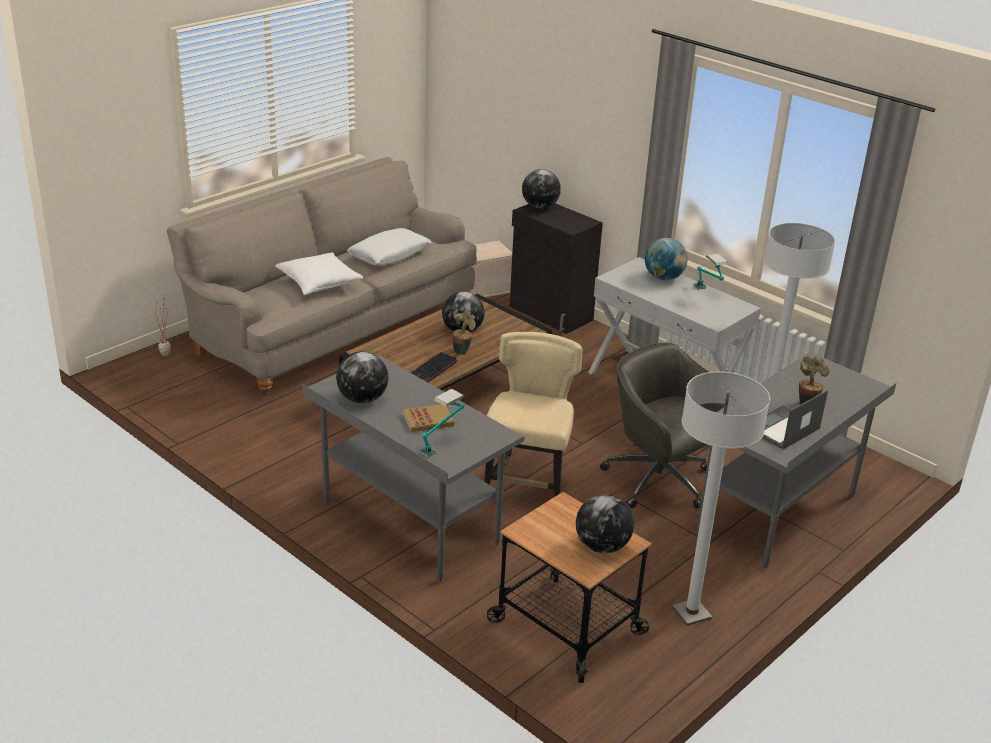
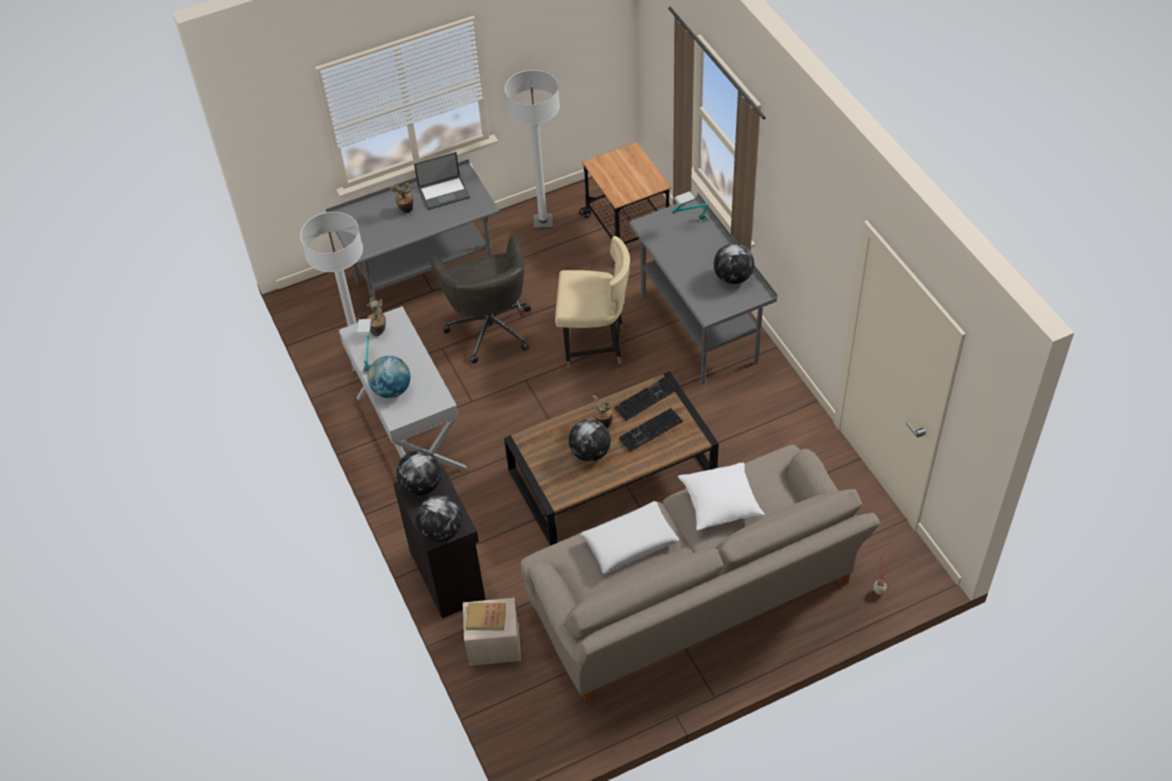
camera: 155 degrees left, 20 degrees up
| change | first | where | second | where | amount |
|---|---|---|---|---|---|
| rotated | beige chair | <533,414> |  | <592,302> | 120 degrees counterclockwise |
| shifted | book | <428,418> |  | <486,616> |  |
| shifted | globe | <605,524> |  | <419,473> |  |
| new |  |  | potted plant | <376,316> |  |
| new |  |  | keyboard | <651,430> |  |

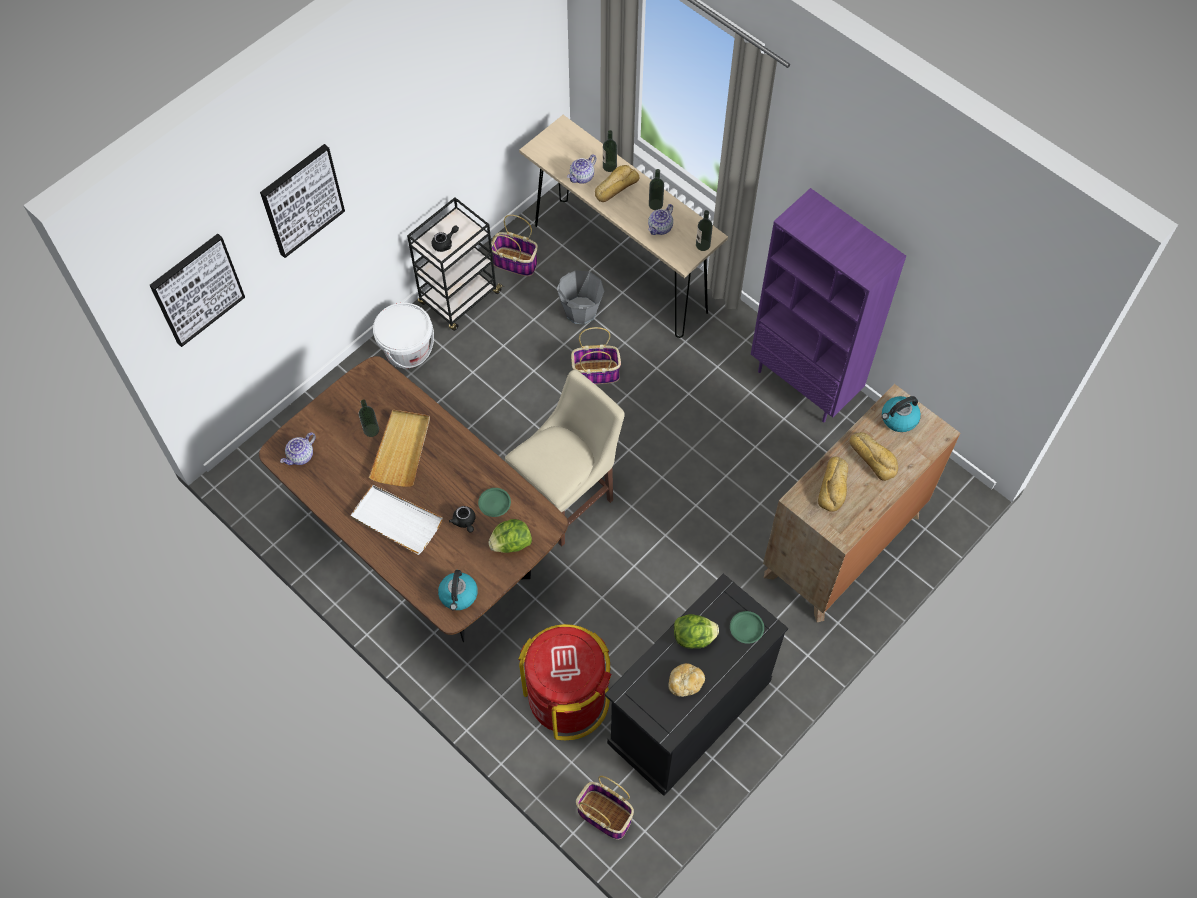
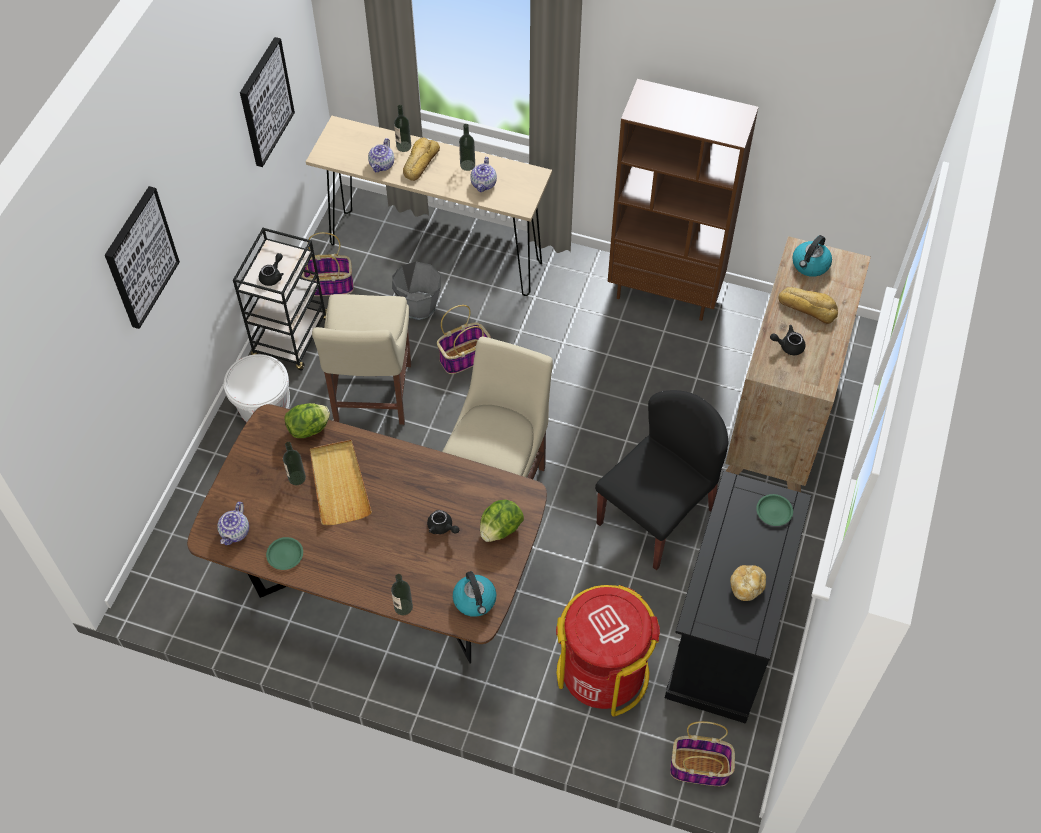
camera: 25 degrees left, 5 degrees down
| change | first | where | second | where | amount |
|---|---|---|---|---|---|
| repainted | purple bookcase | <828,305> | brown bookcase | <683,200> |  |
| shifted | bottle | <704,230> |  | <402,594> |  |
| shifted | picture | <197,290> |  | <267,102> |  |
| swapped | bread | <833,484> | black teapot | <788,340> |  |
| gone | white tray | <396,520> |  |  |  |
| shifted | green plate | <494,502> |  | <284,553> |  |
| shifted | lettuce | <696,631> |  | <307,420> |  |
| new |  |  | beige chair | <361,359> |  |
| new |  |  | black chair | <661,480> |  |

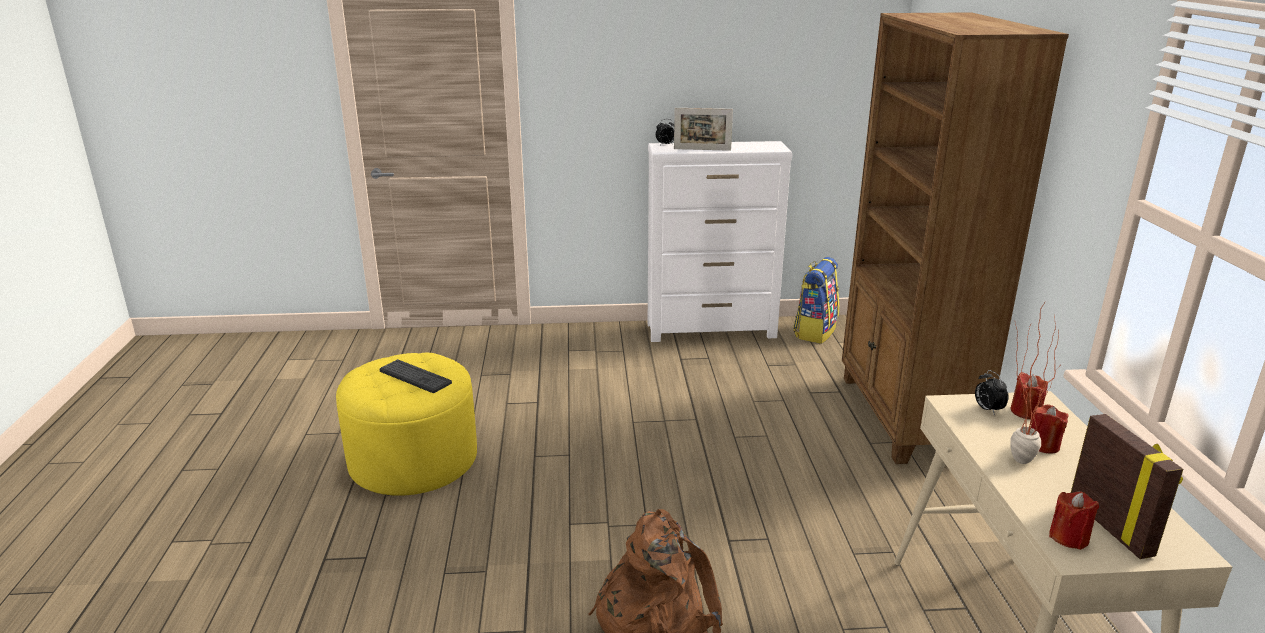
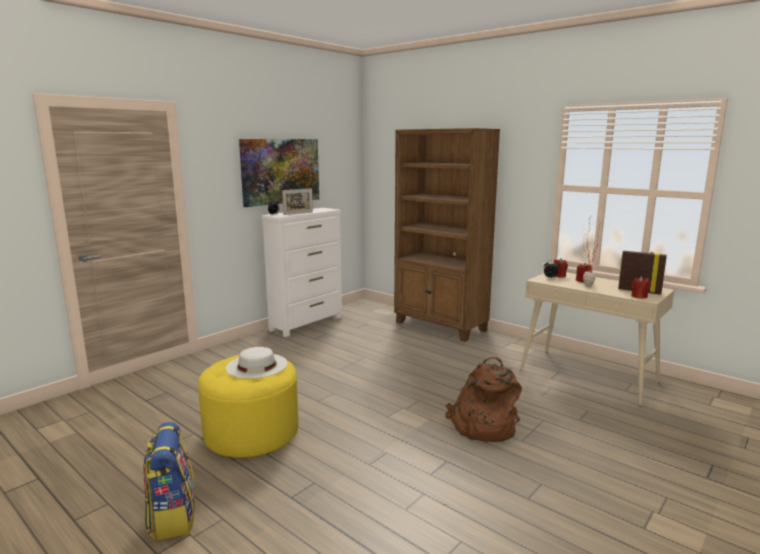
camera: 45 degrees left, 10 degrees down
| change | first | where | second | where | amount |
|---|---|---|---|---|---|
| shifted | backpack | <816,300> |  | <169,481> |  |
| swapped | keyboard | <416,376> | white hat | <257,363> |  |
| new |  |  | picture | <279,173> |  |

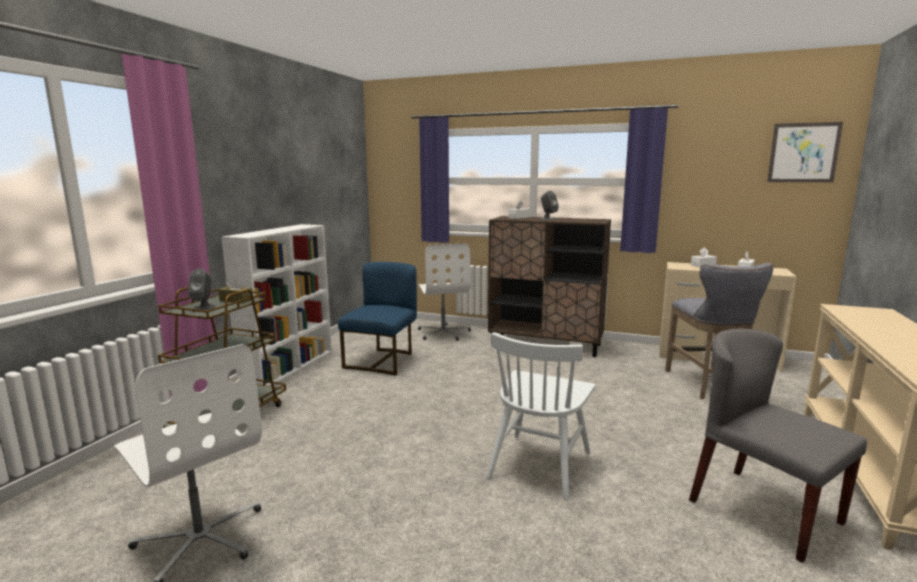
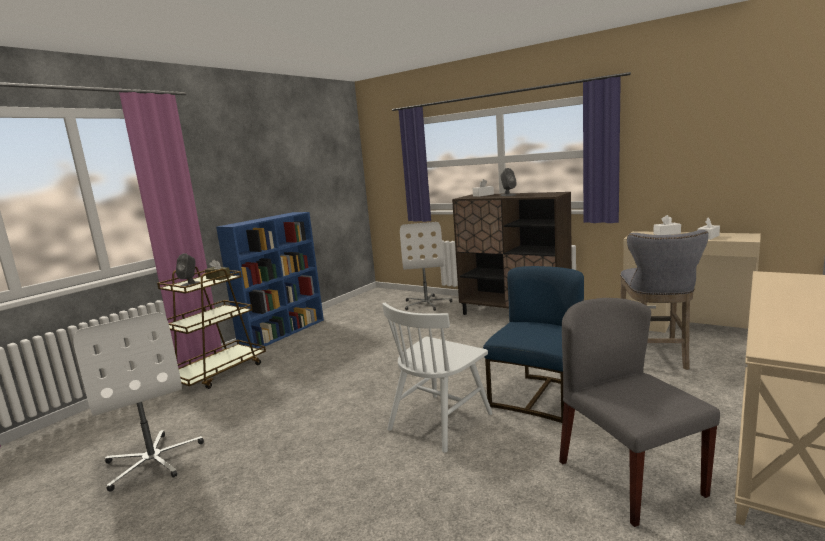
camera: 15 degrees right, 0 degrees up
| change | first | where | second | where | amount |
|---|---|---|---|---|---|
| gone | picture | <805,152> |  |  |  |
| repainted | white bookcase | <276,305> | blue bookcase | <270,280> |  |
| shifted | blue chair | <377,319> |  | <533,344> |  |

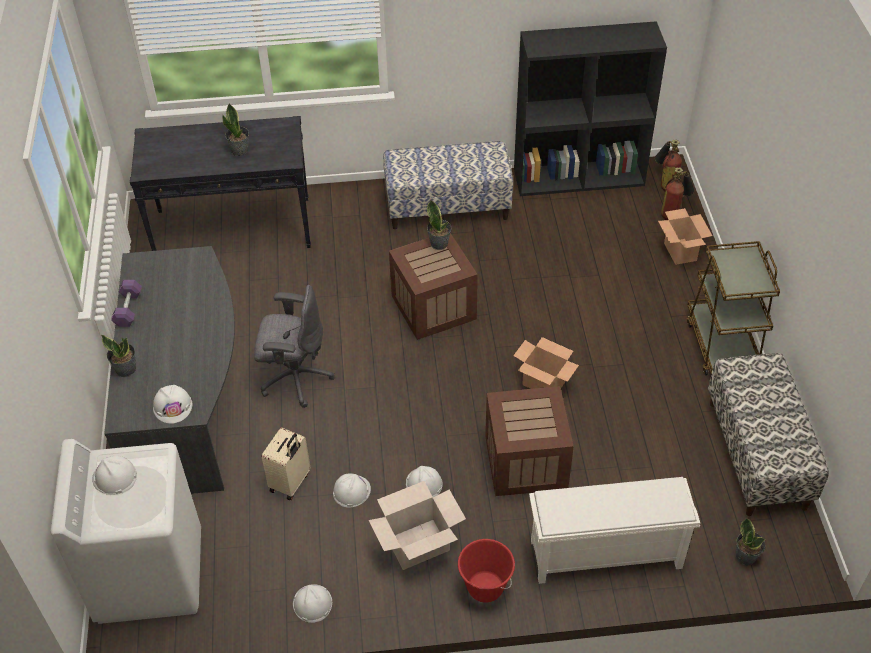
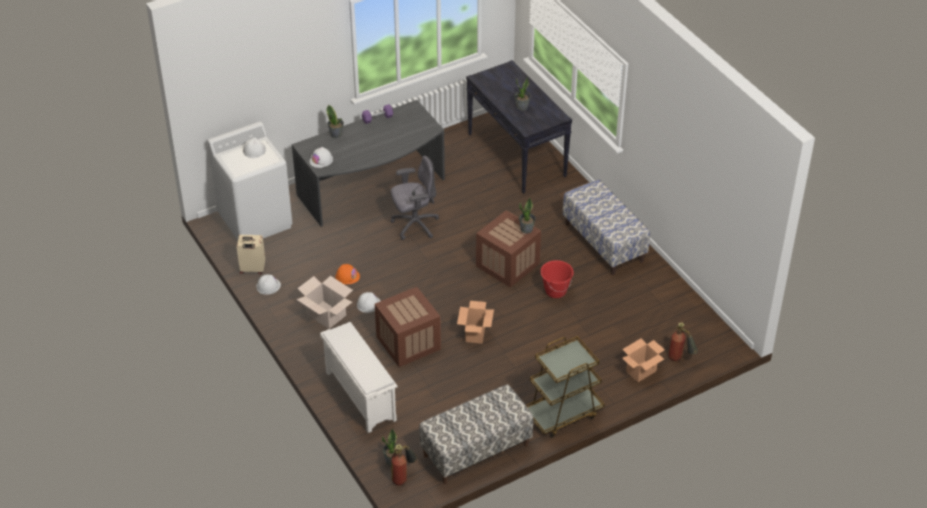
camera: 65 degrees right, 5 degrees down
| change | first | where | second | where | amount |
|---|---|---|---|---|---|
| gone | black bookcase | <590,108> |  |  |  |
| shifted | fire extinguisher | <668,165> |  | <404,465> |  |
| rotated | grey office chair | <294,346> |  | <414,198> | 90 degrees counterclockwise |
| shifted | beige suitcase | <286,463> |  | <251,254> |  |
| repainted | white hard hat | <352,490> | orange hard hat | <347,274> |  |
| shifted | red bucket | <486,571> |  | <557,279> |  |

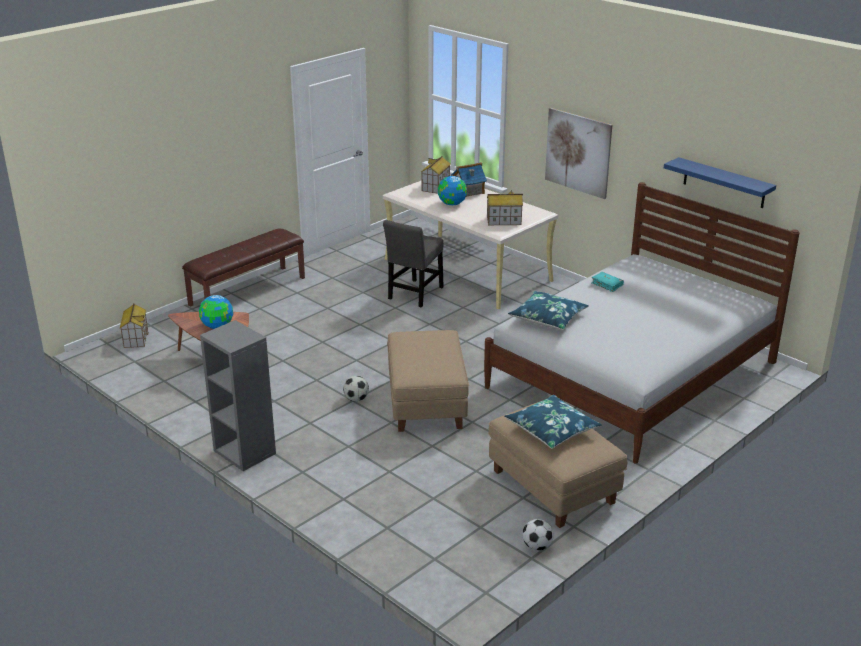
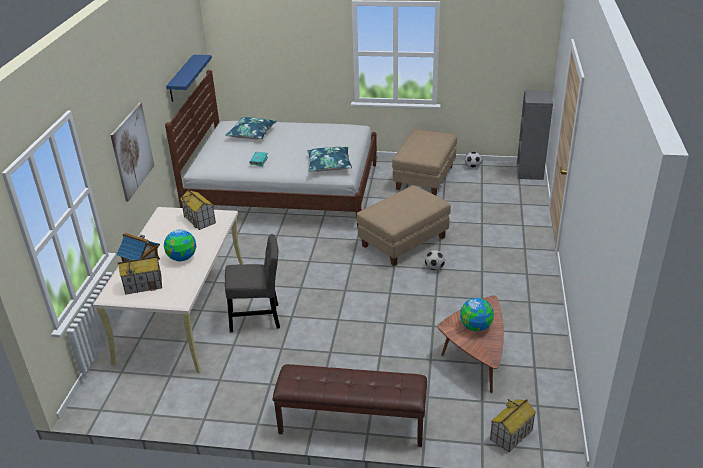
camera: 125 degrees left, 5 degrees up
| change | first | where | second | where | amount |
|---|---|---|---|---|---|
| shifted | grey bookcase | <238,395> |  | <535,135> |  |
| shifted | blue pillow | <553,422> |  | <251,128> |  |

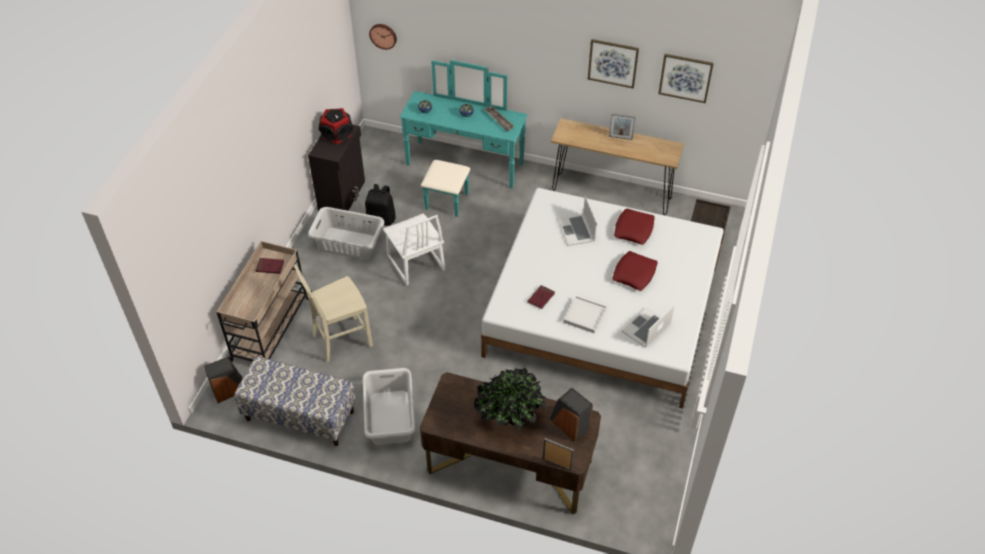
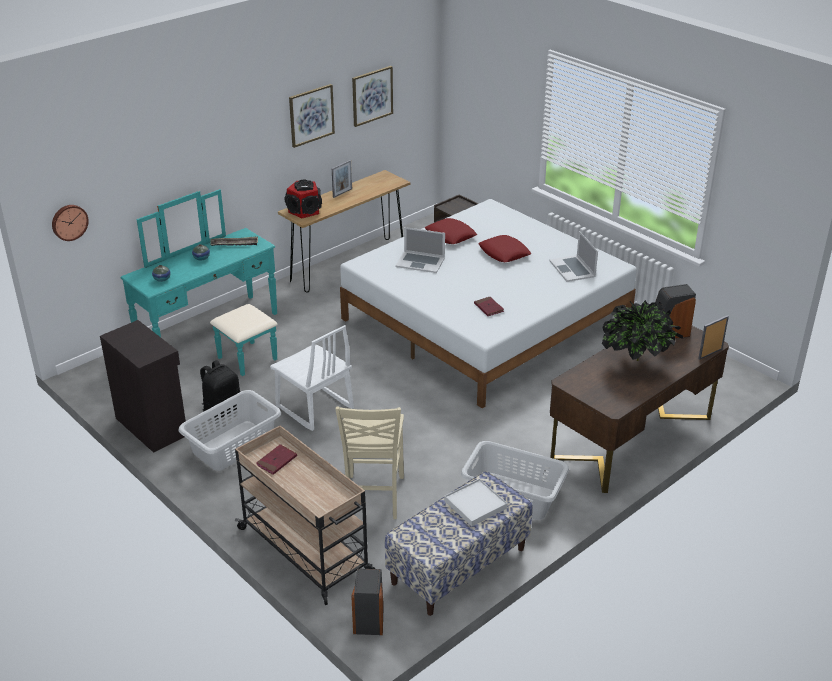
camera: 60 degrees left, 15 degrees down
| change | first | where | second | where | amount |
|---|---|---|---|---|---|
| shifted | speaker | <336,126> |  | <303,199> |  |
| rotated | white chair | <414,249> |  | <312,378> | 45 degrees clockwise |
| shifted | white tray | <584,314> |  | <476,502> |  |

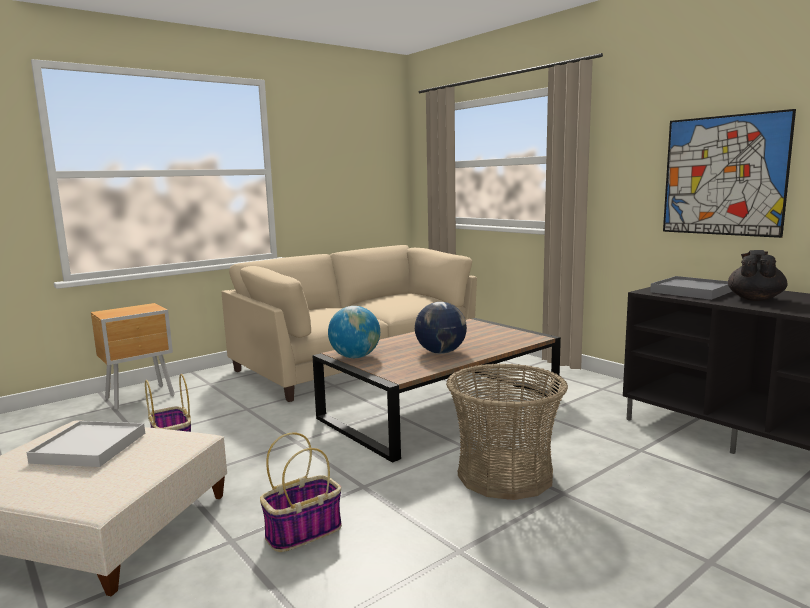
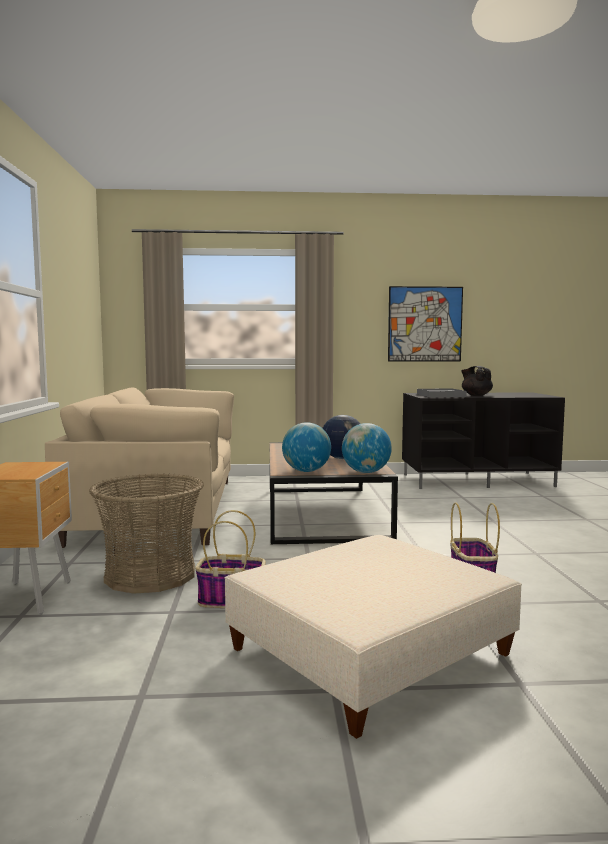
camera: 55 degrees left, 5 degrees down
| change | first | where | second | where | amount |
|---|---|---|---|---|---|
| shifted | basket | <507,431> |  | <146,533> |  |
| gone | white tray | <85,444> |  |  |  |
| new |  |  | globe | <367,448> |  |

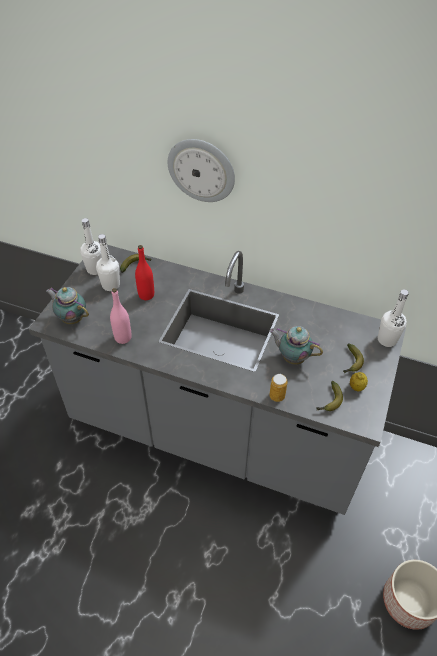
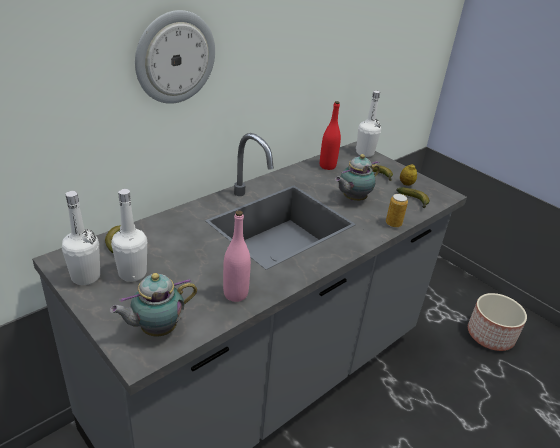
camera: 65 degrees left, 15 degrees down
| change | first | where | second | where | amount |
|---|---|---|---|---|---|
| shifted | red bottle | <144,272> |  | <330,135> |  |

